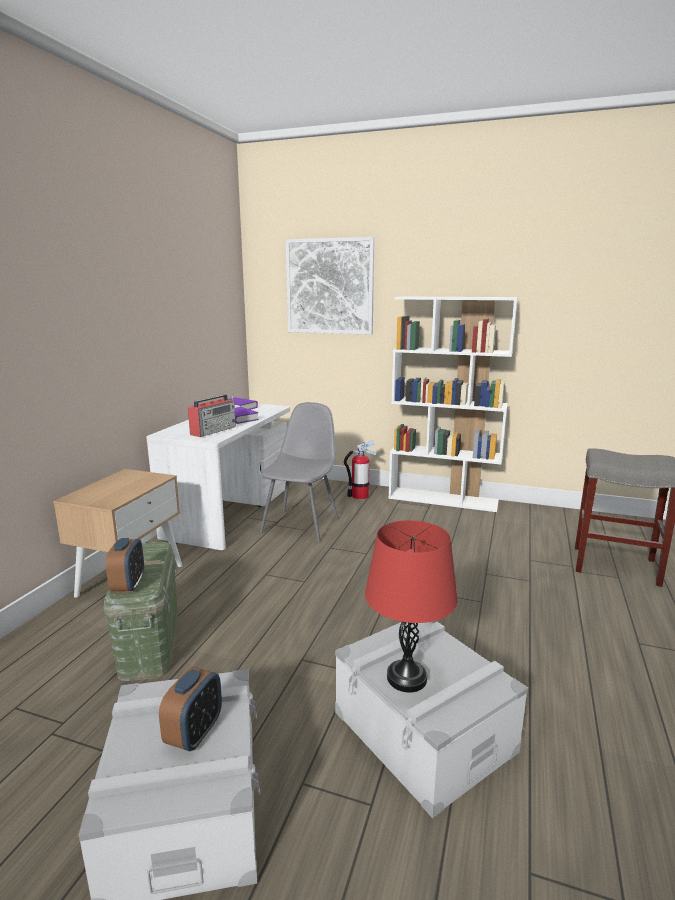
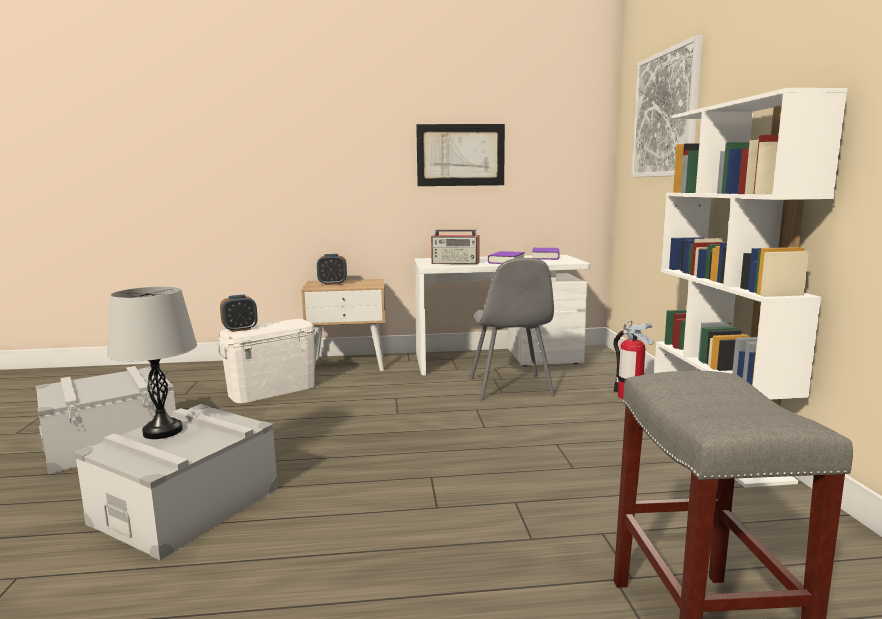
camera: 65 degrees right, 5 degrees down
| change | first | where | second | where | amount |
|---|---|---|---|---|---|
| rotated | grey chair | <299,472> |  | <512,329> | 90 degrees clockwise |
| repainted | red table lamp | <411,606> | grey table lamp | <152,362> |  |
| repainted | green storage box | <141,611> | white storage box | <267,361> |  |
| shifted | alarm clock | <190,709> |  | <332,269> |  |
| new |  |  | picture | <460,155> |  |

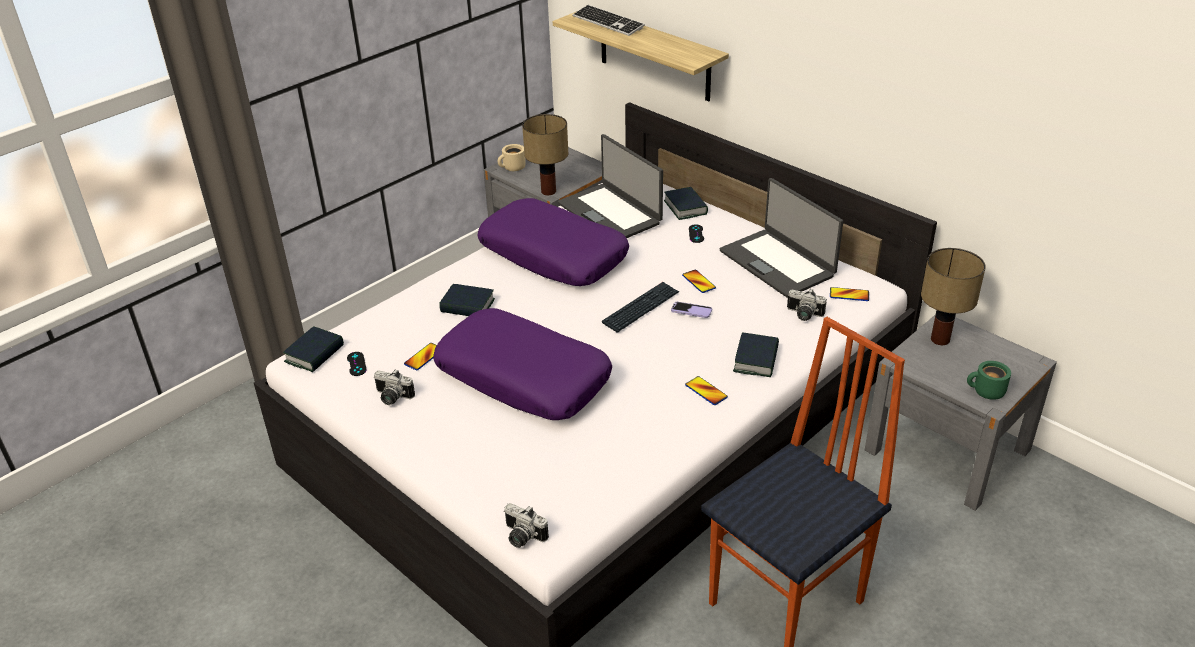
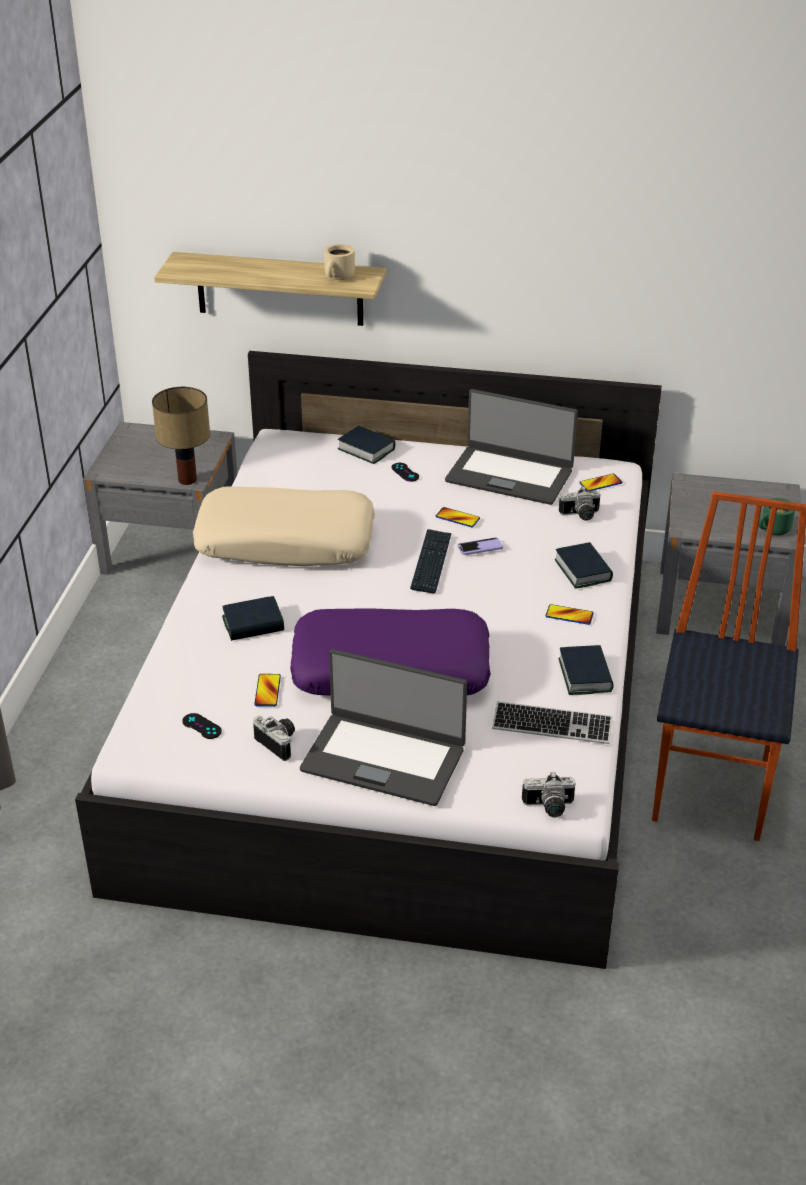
camera: 35 degrees left, 0 degrees up
| change | first | where | second | where | amount |
|---|---|---|---|---|---|
| shifted | keyboard | <608,20> |  | <552,722> |  |
| shifted | laptop | <610,186> |  | <383,727> |  |
| shifted | beige mug | <512,157> |  | <339,262> |  |
| repainted | purple pillow | <553,242> | beige pillow | <284,526> |  |
| gone | table lamp | <953,296> |  |  |  |
| shifted | book | <313,349> |  | <586,670> |  |
| rotated | photo camera | <394,387> |  | <274,738> | 120 degrees counterclockwise |

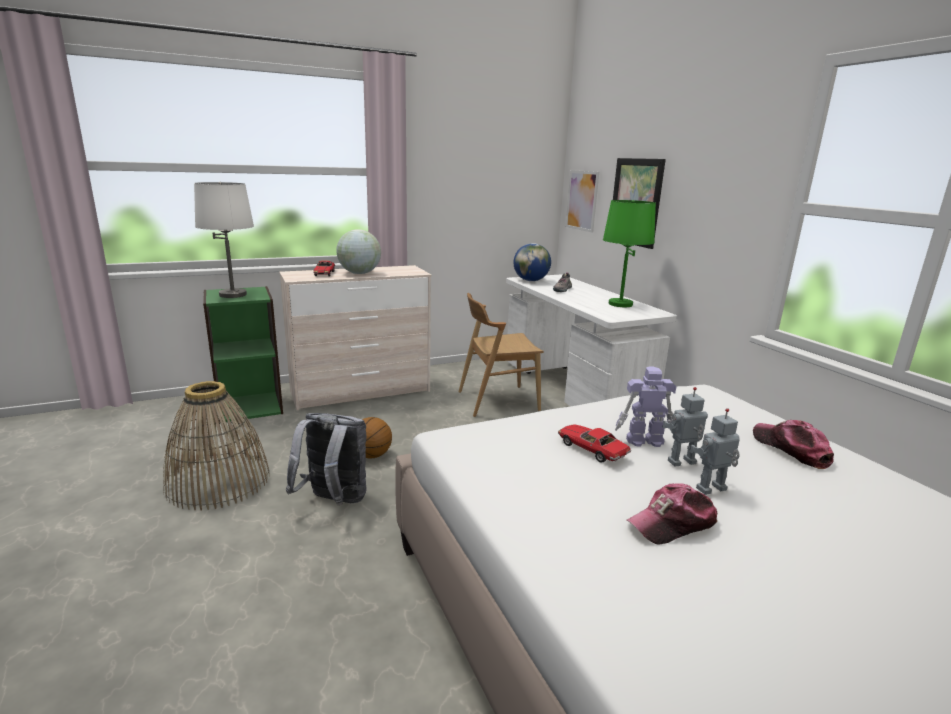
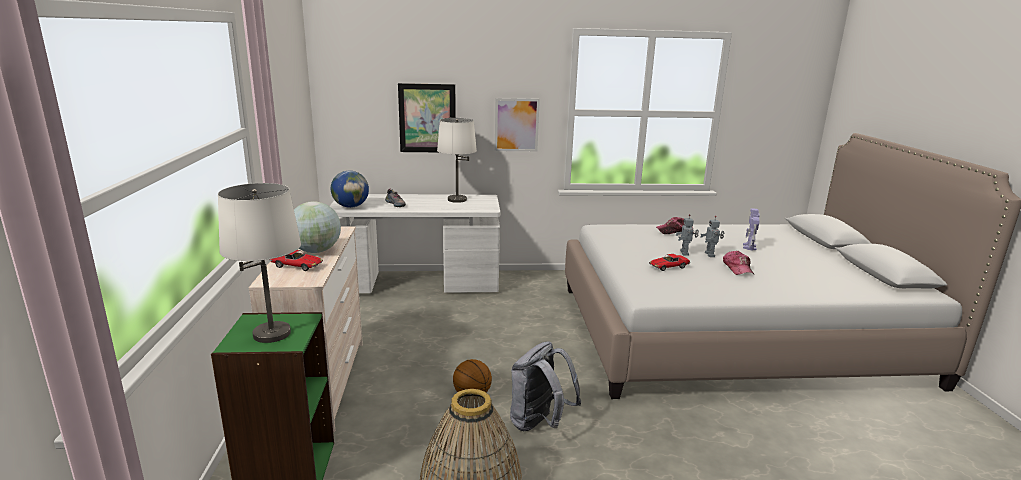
camera: 70 degrees left, 0 degrees up
| change | first | where | second | where | amount |
|---|---|---|---|---|---|
| shifted | picture | <582,201> |  | <517,124> |  |
| repainted | green table lamp | <629,253> | white table lamp | <457,160> |  |
| gone | brown chair | <501,355> |  |  |  |
| shifted | toy robot | <645,406> |  | <751,229> |  |

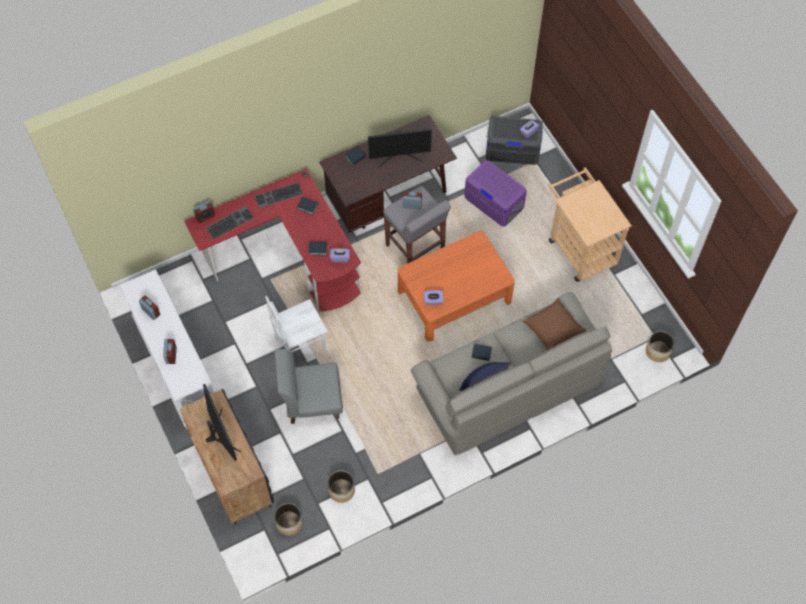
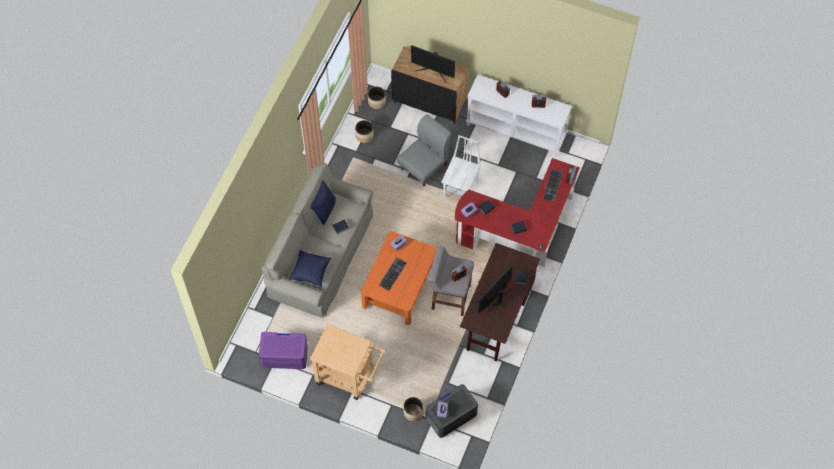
camera: 140 degrees right, 0 degrees up
| change | first | where | second | where | amount |
|---|---|---|---|---|---|
| shifted | purple storage box | <495,193> |  | <283,350> |  |
| shifted | keyboard | <279,195> |  | <393,274> |  |
| repainted | brown pillow | <554,324> | blue pillow | <310,268> |  |
| shifted | planter | <660,346> |  | <413,409> |  |

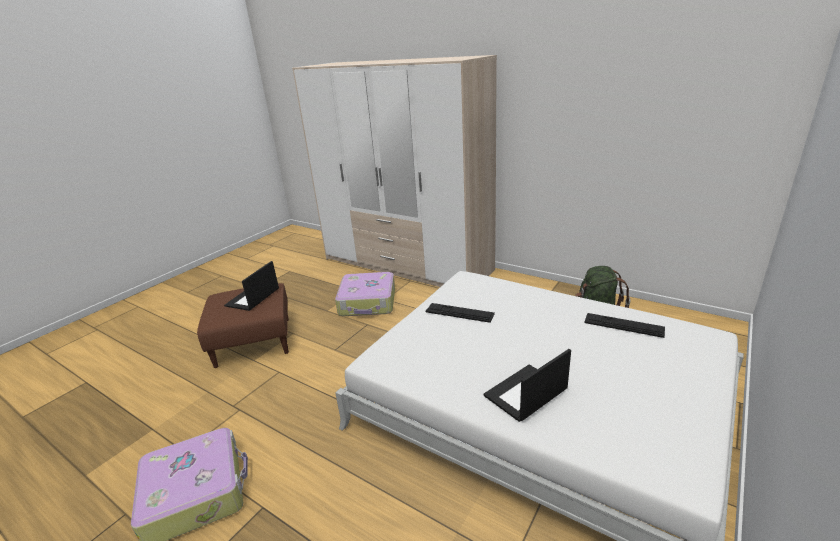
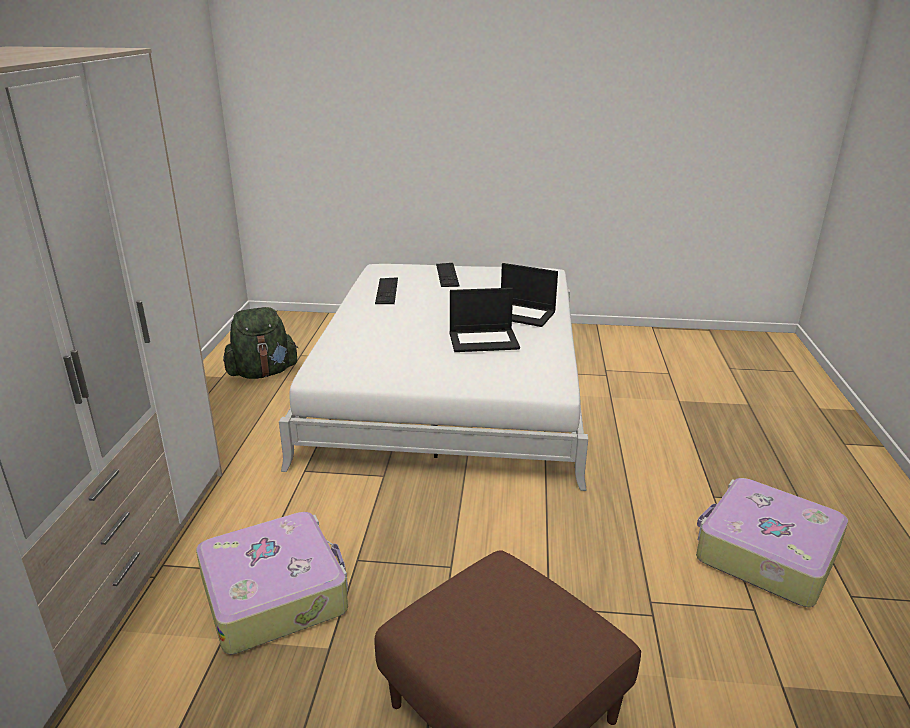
camera: 120 degrees left, 0 degrees up
| change | first | where | second | where | amount |
|---|---|---|---|---|---|
| shifted | laptop | <251,286> |  | <484,320> |  |
| shifted | keyboard | <460,313> |  | <447,275> |  |

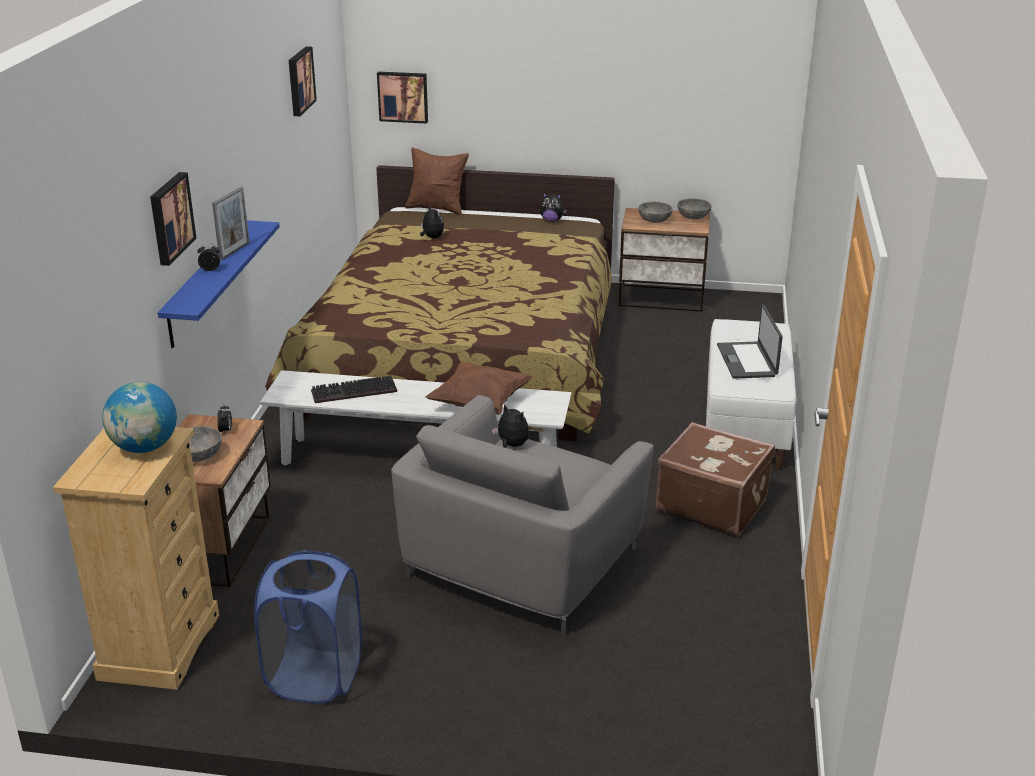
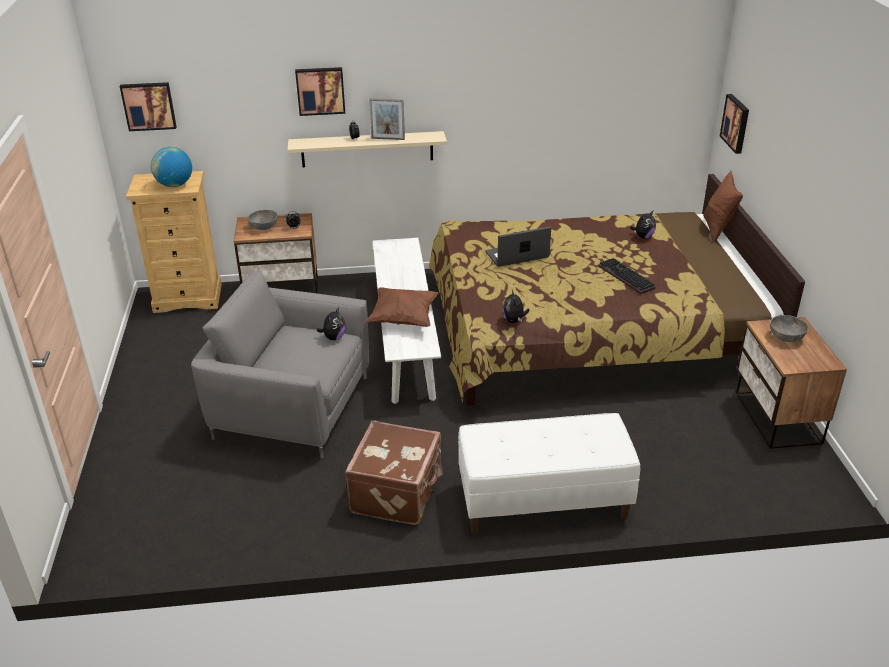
camera: 75 degrees right, 5 degrees up
| change | first | where | second | where | amount |
|---|---|---|---|---|---|
| shifted | picture | <303,81> |  | <148,106> |  |
| shifted | plush toy | <553,207> |  | <516,306> |  |
| gone | grey bowl | <694,208> |  |  |  |
| repainted | blue shelf | <219,284> | beige shelf | <367,149> |  |
| shifted | laptop | <750,341> |  | <518,246> |  |
| shifted | keyboard | <354,389> |  | <627,276> |  |
| gone | blue laundry basket | <308,627> |  |  |  |

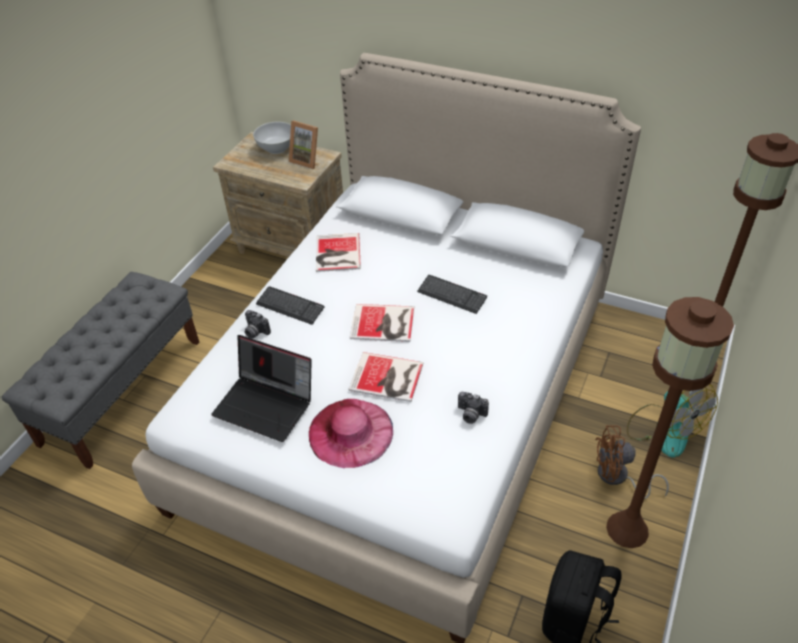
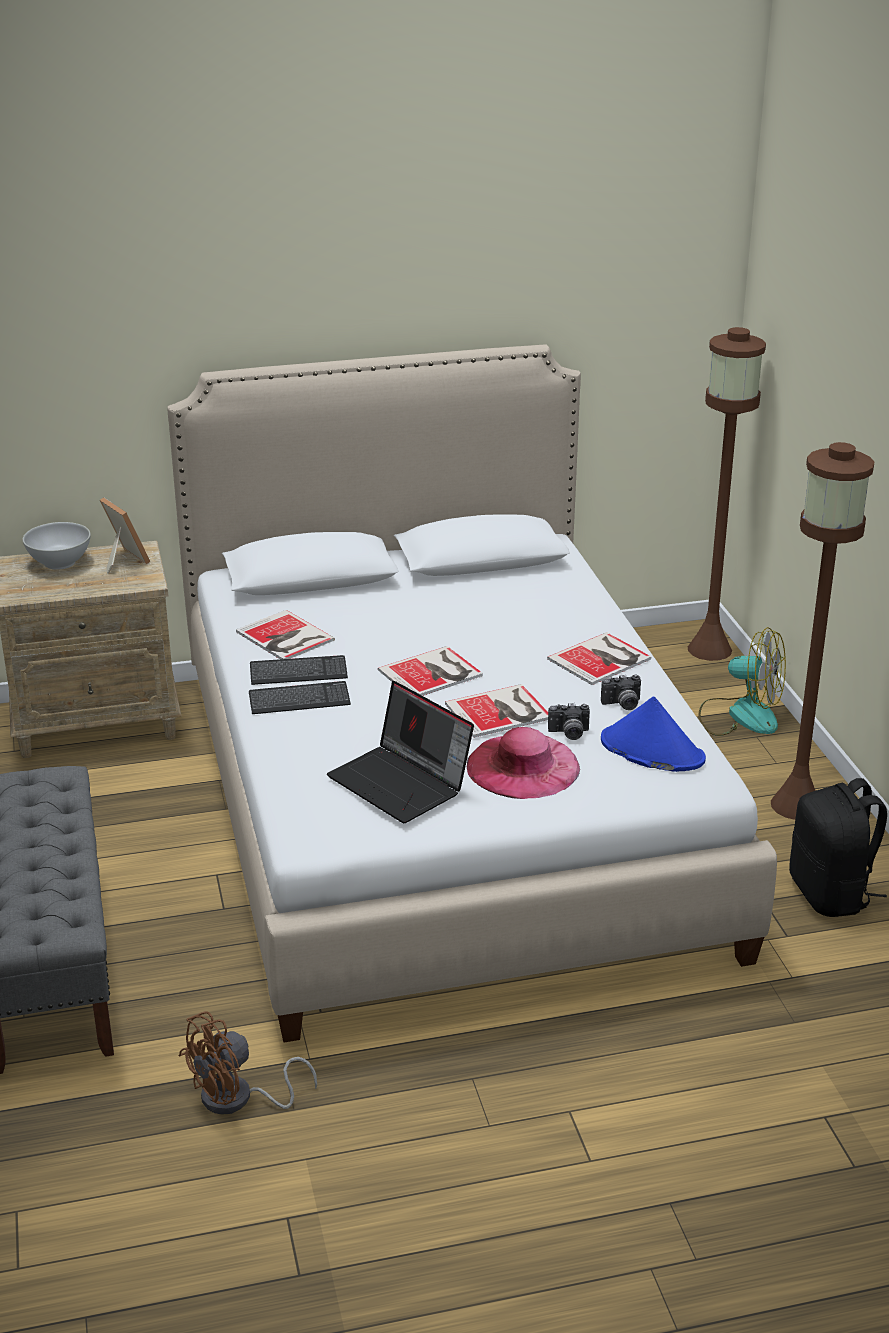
camera: 40 degrees left, 15 degrees down
| change | first | where | second | where | amount |
|---|---|---|---|---|---|
| rotated | picture frame | <303,145> |  | <125,535> | 120 degrees counterclockwise |
| shifted | keyboard | <452,294> |  | <299,670> |  |
| shifted | photo camera | <258,324> |  | <569,721> |  |
| rotated | laptop | <261,388> |  | <400,752> | 60 degrees clockwise |
| shifted | brown fan | <632,462> |  | <247,1063> |  |
| new |  |  | book | <599,658> |  |
| new |  |  | blue hat | <653,734> |  |

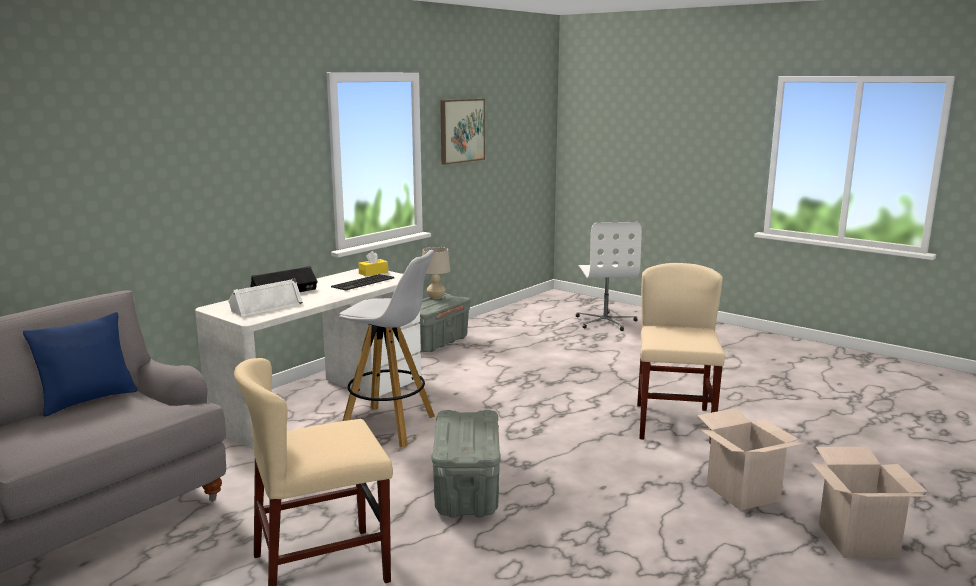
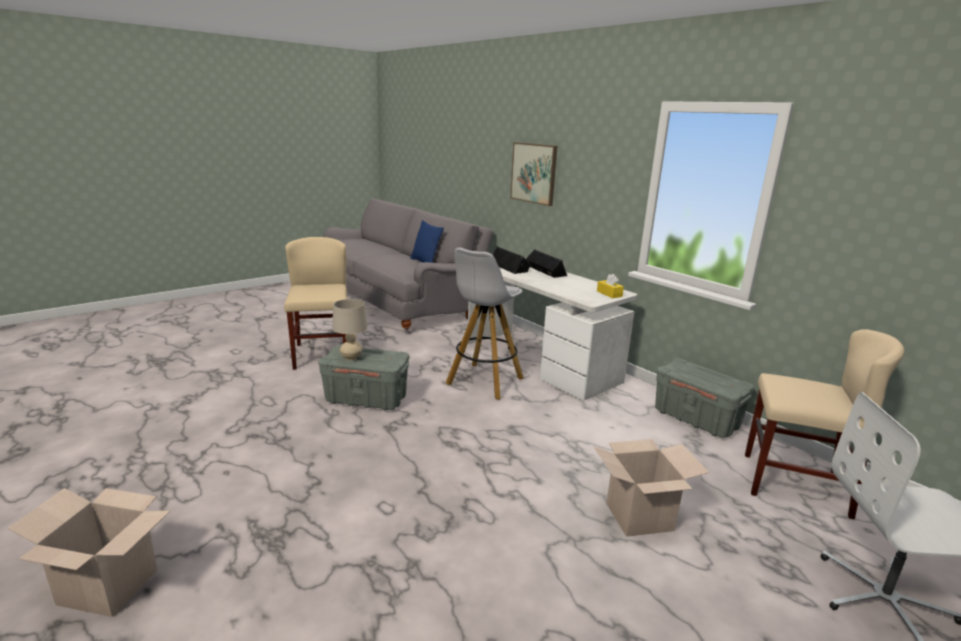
camera: 100 degrees right, 5 degrees up
| change | first | where | second | where | amount |
|---|---|---|---|---|---|
| shifted | picture | <462,132> |  | <533,174> |  |
| shifted | beige table lamp | <436,273> |  | <350,329> |  |
| shifted | beige chair | <681,353> |  | <824,424> |  |
| gone | keyboard | <362,282> |  |  |  |
| repainted | white speaker | <265,297> | black speaker | <512,260> |  |
| shifted | cardboard box | <751,459> |  | <651,488> |  |

